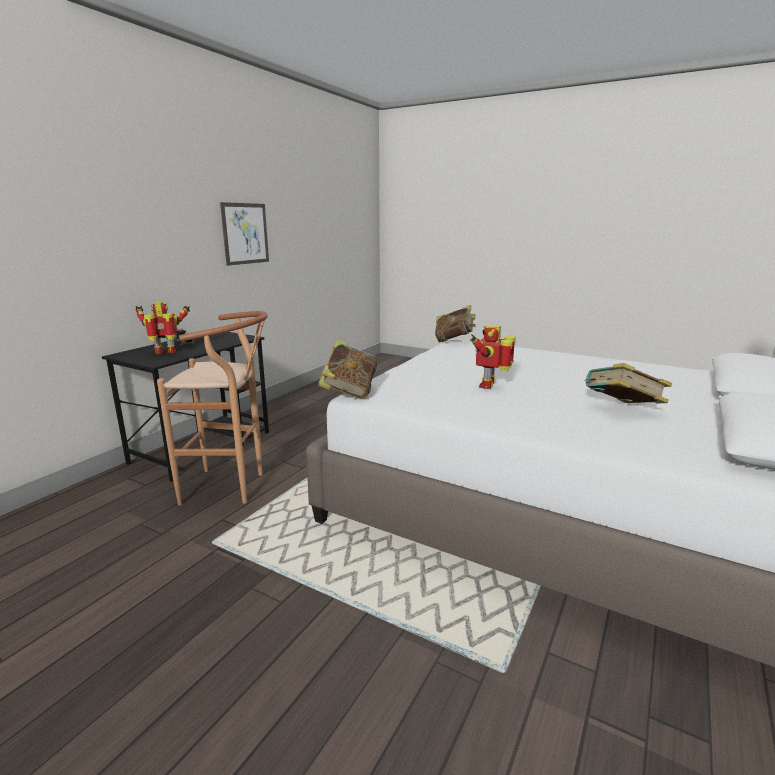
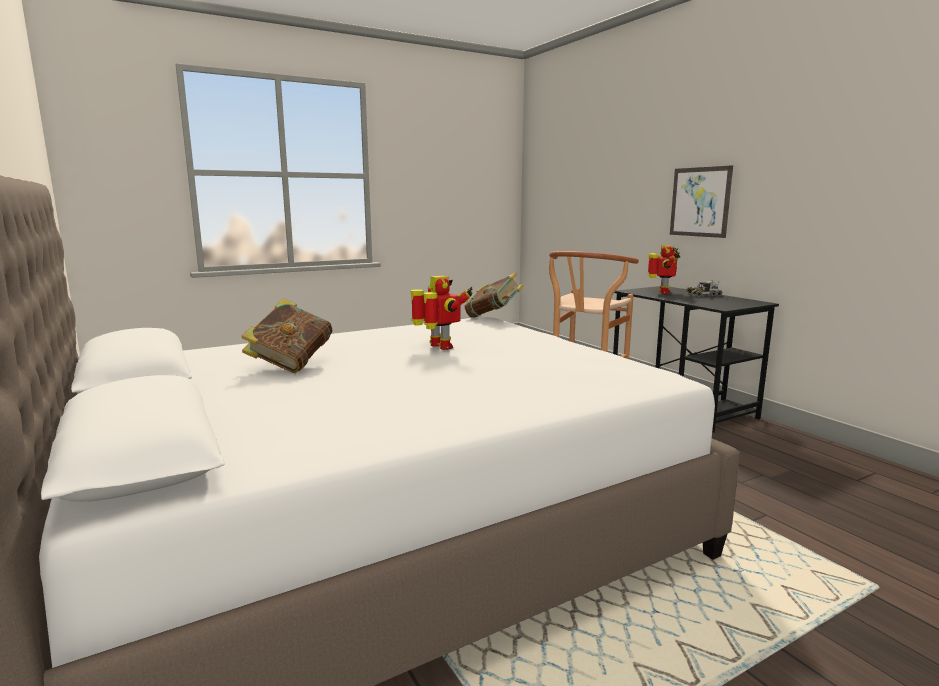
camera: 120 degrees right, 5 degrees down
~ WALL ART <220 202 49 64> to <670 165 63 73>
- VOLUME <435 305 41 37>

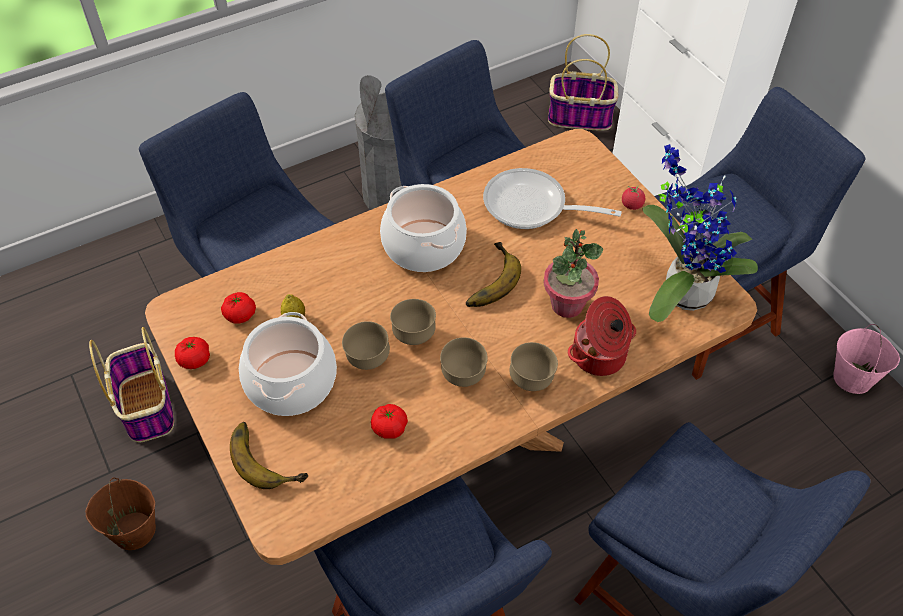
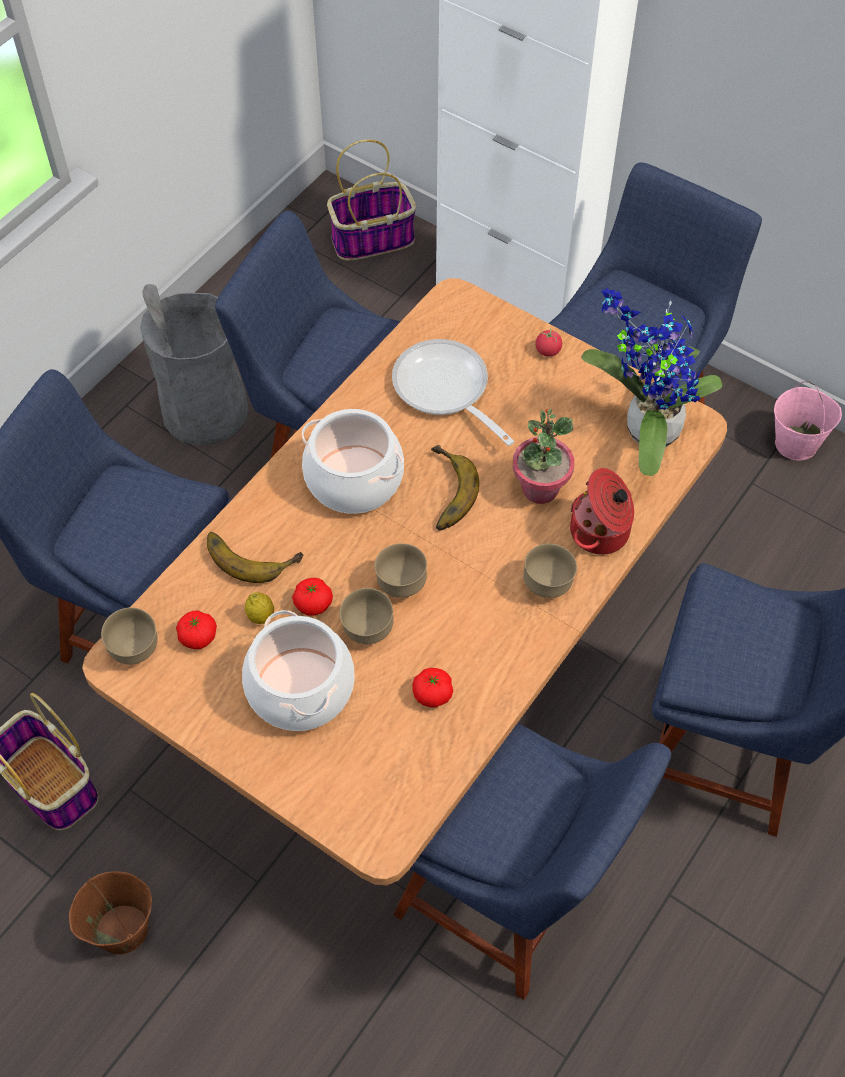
camera: 25 degrees left, 5 degrees up
~ BROWN DEEP DISH <440 337 48 50> to <101 607 57 58>
~ BANANA <230 422 78 67> to <207 532 96 51>
~ TOMATO <175 337 35 32> to <292 578 41 38>
~ SKILLET <483 168 139 61> = <392 339 122 107> 60 degrees clockwise

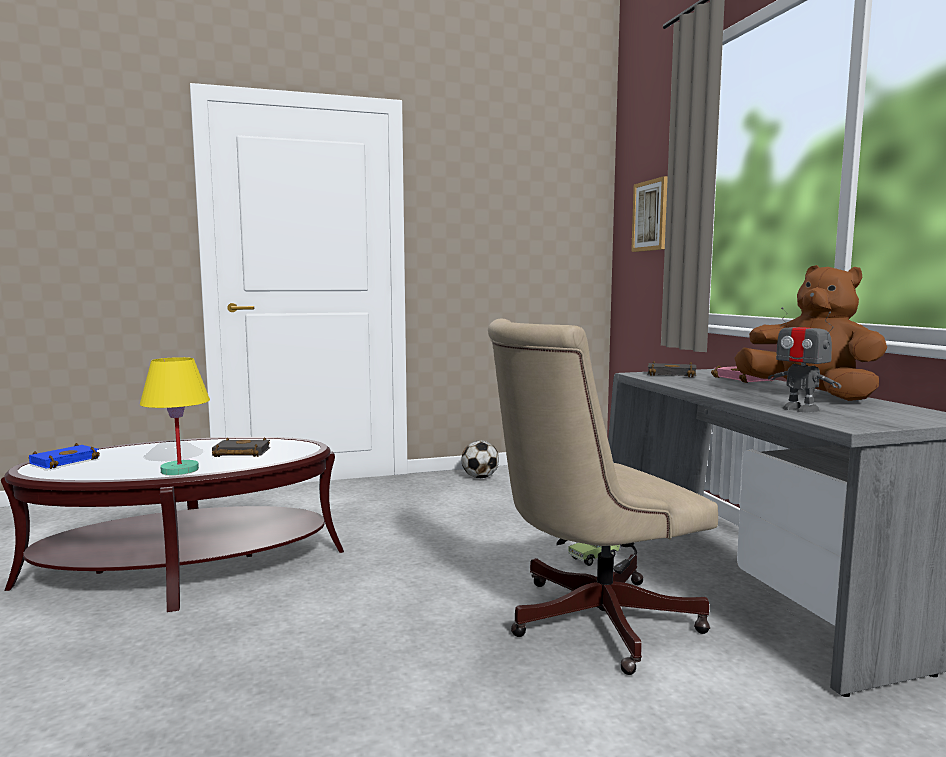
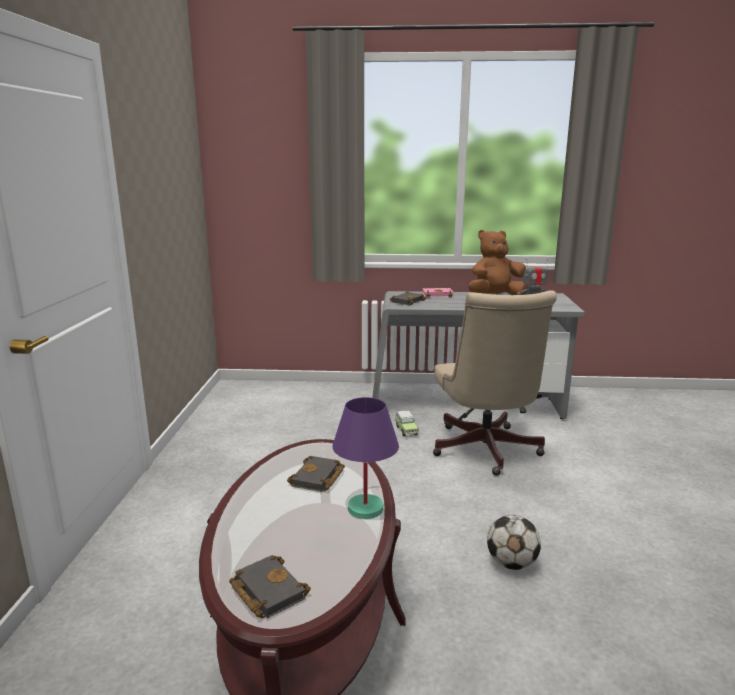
camera: 70 degrees left, 10 degrees up
~ BLUE VOLUME <28 443 72 26> to BLACK-COLOURED VOLUME <229 555 82 63>
~ YELLOW TABLE LAMP <140 357 70 118> to PURPLE-COLOURED TABLE LAMP <333 397 66 122>
~ BALL FOR FOOTBALL <461 440 38 38> to <487 515 54 55>
- WALL ART <631 176 37 76>

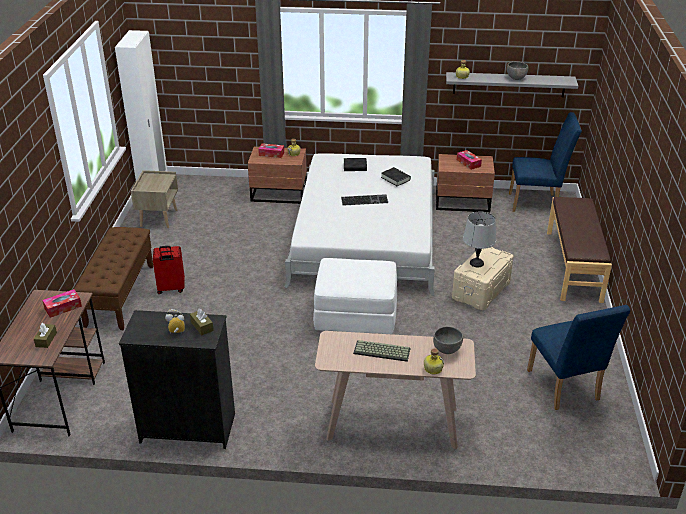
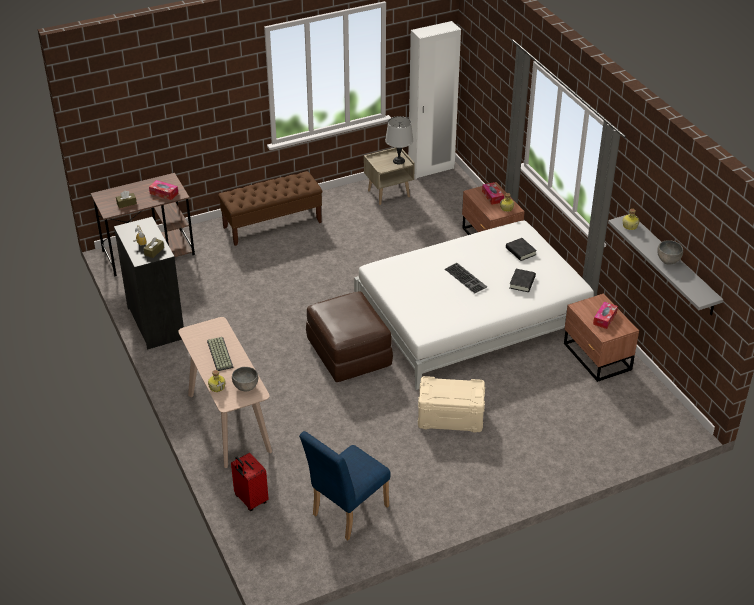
camera: 60 degrees right, 5 degrees up
~ REDDISH PIECE OF LUGGAGE <153 246 32 48> to <231 453 38 58>
~ WHITISH POUFFE <313 258 84 76> to BROWN POUFFE <306 291 87 91>
~ GREYISH TABLE LAMP <463 212 33 55> to <385 116 28 48>
- BLUE UPRIGHT CHAIR <509 112 73 100>
- BROWN BENCH <547 197 65 106>

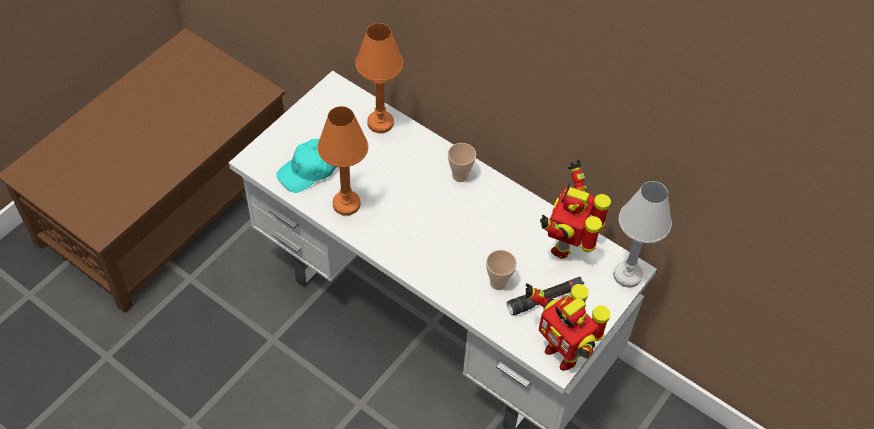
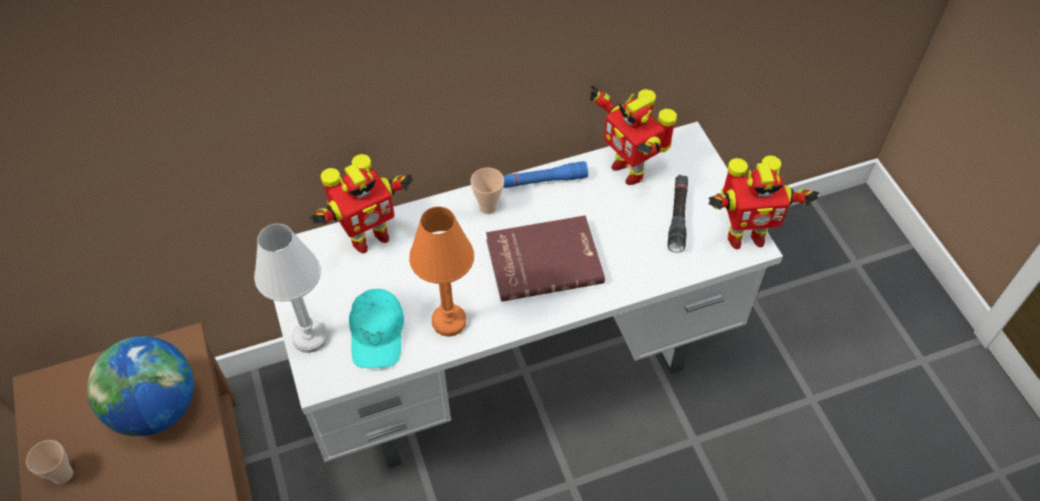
camera: 55 degrees left, 0 degrees up
~ DRINKING CUP <486 250 31 40> to <26 440 47 44>
+ GLOBE <87 336 107 101>
~ WHITISH TABLE LAMP <613 181 59 107> to <254 224 74 129>
~ ORANGEY TABLE LAMP <355 23 48 110> to MODEL ROBOT <310 154 104 99>
+ REDDISH VOLUME <486 216 119 86>
+ BLUE FLASHLIGHT <503 161 85 27>

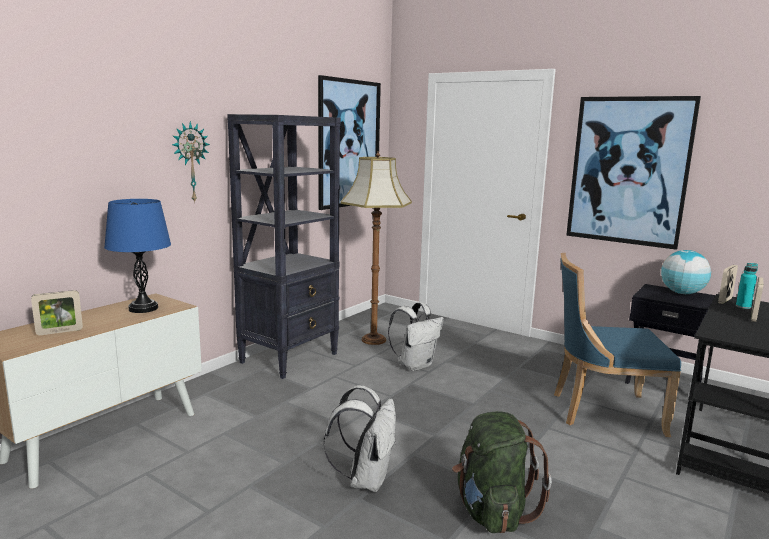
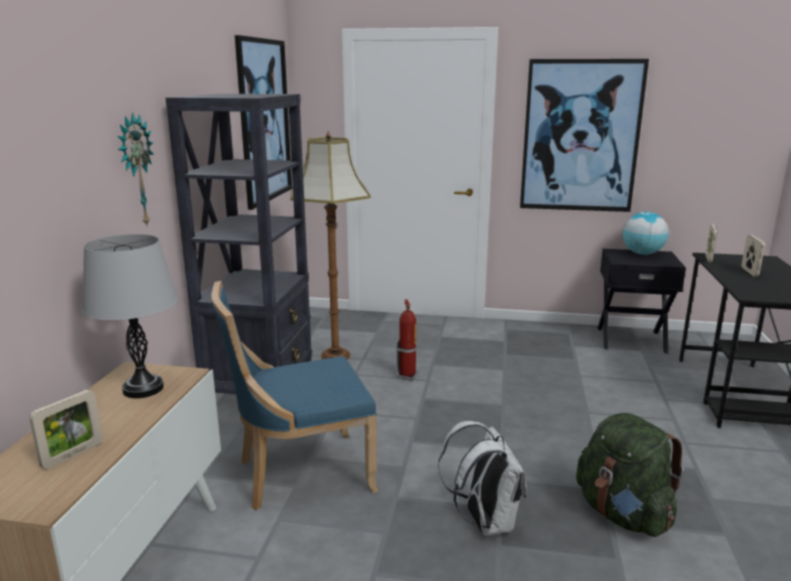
camera: 25 degrees left, 5 degrees up
~ BLUE TABLE LAMP <104 199 67 114> to GREYISH TABLE LAMP <83 234 94 164>
~ BLUE UPRIGHT CHAIR <554 253 127 184> to <212 281 166 229>
~ WHITISH RUCKSACK <388 302 56 69> to EXTINGUISHER <396 299 23 82>
- TURQUOISE-COLOURED DRINK BOTTLE <736 263 22 46>

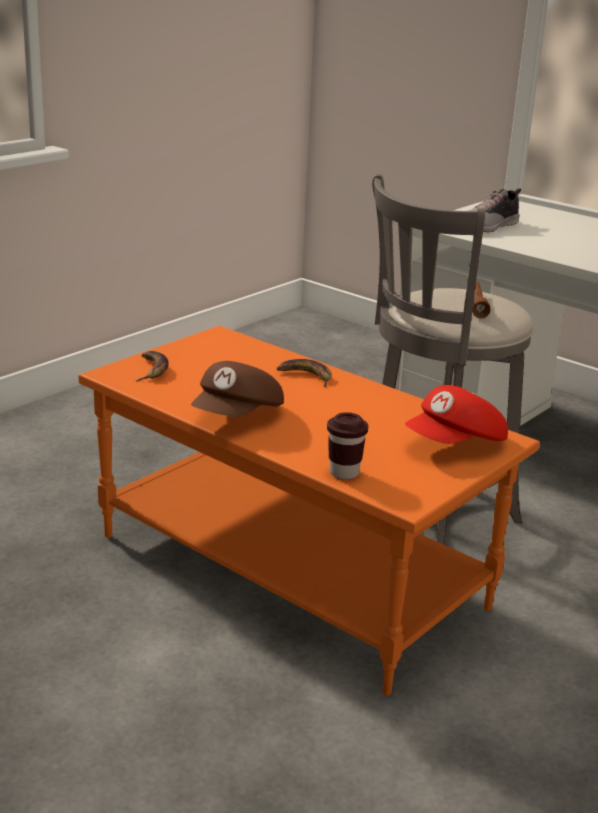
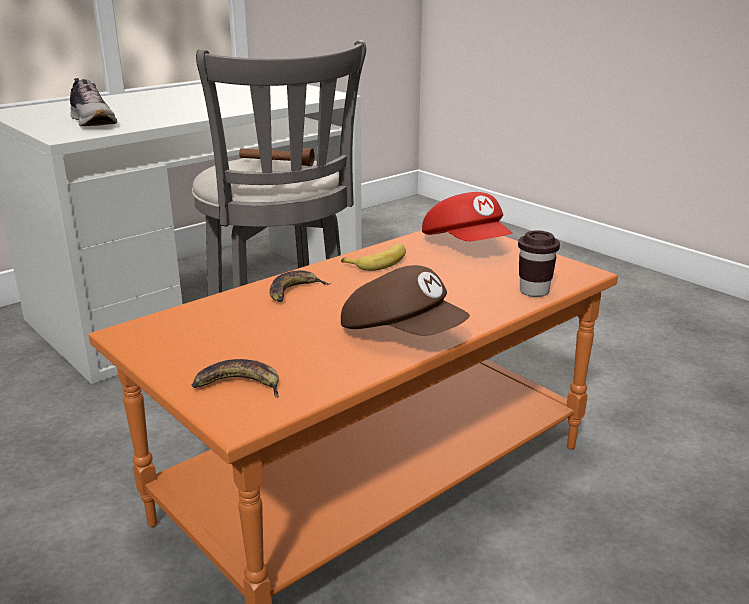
camera: 80 degrees left, 0 degrees up
+ BANANA <341 244 65 27>

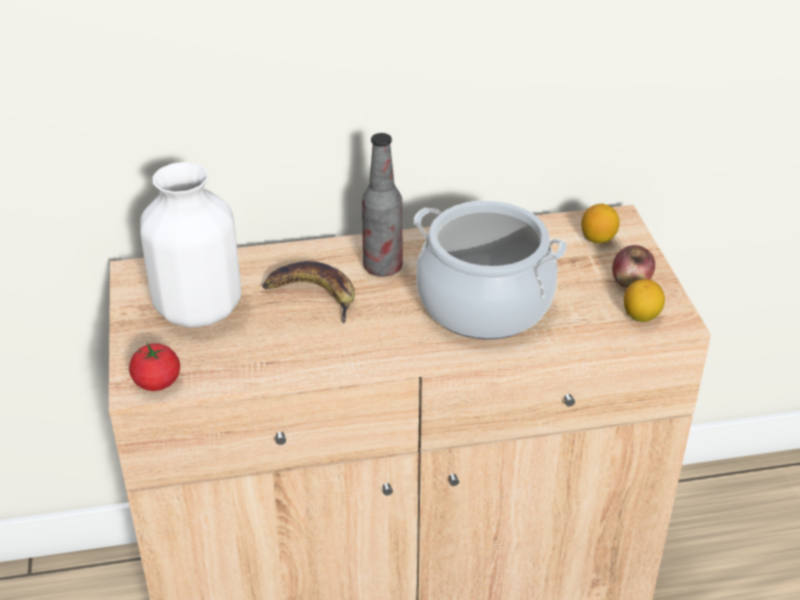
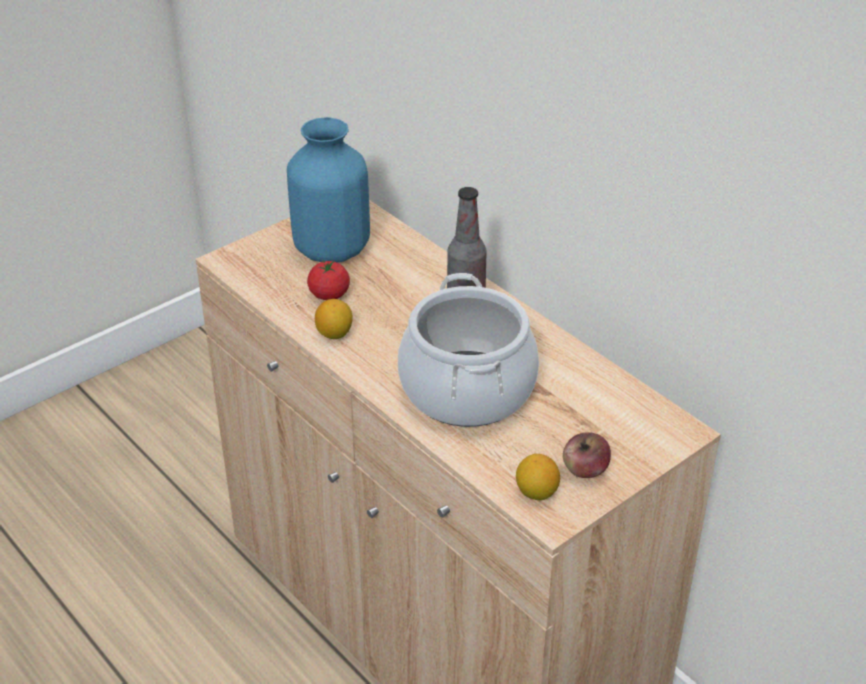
camera: 60 degrees right, 0 degrees up
~ WHITISH DECORATIVE VASE <140 162 101 166> to BLUE DECORATIVE VASE <287 117 83 145>
~ TOMATO <129 342 51 49> to <307 260 43 40>
~ WHOLE LEMON <581 204 39 40> to <315 299 38 40>
- BANANA <262 261 93 62>

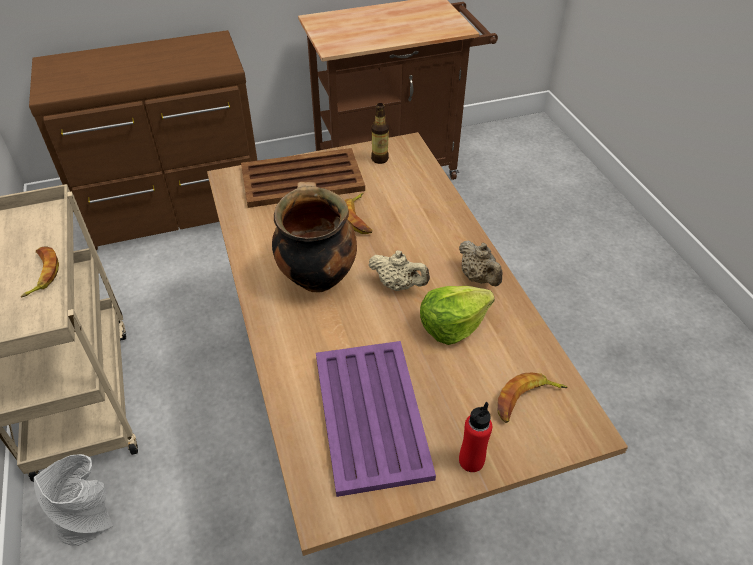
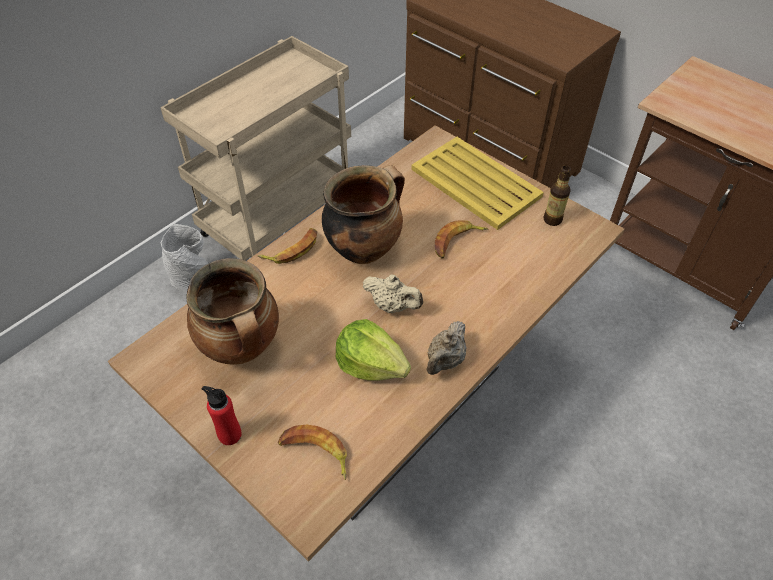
camera: 60 degrees right, 5 degrees up
~ PURPLE-COLOURED TRAY <316 341 120 156> to STOCKPOT <187 258 92 107>
~ BANANA <21 246 38 51> to <258 228 59 36>
~ SAND-COLOURED TEA POT <369 250 61 41> = <362 274 61 39> 60 degrees counterclockwise
~ BROWN TRAY <241 148 124 60> to YELLOW TRAY <411 137 133 93>

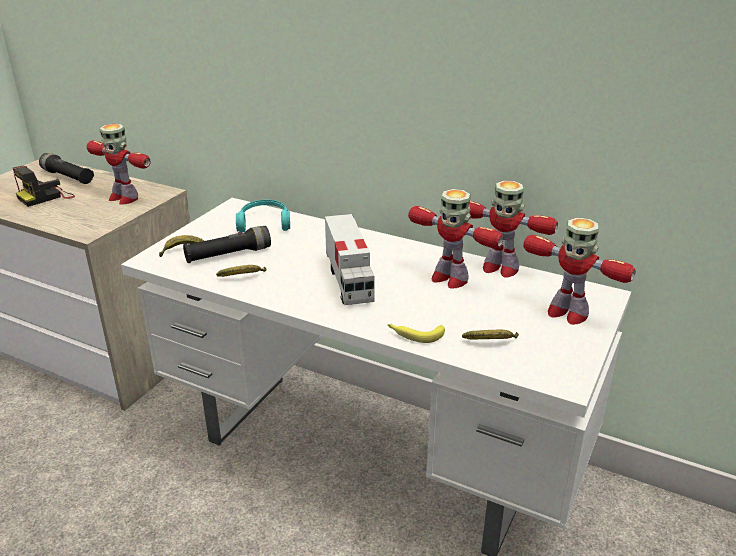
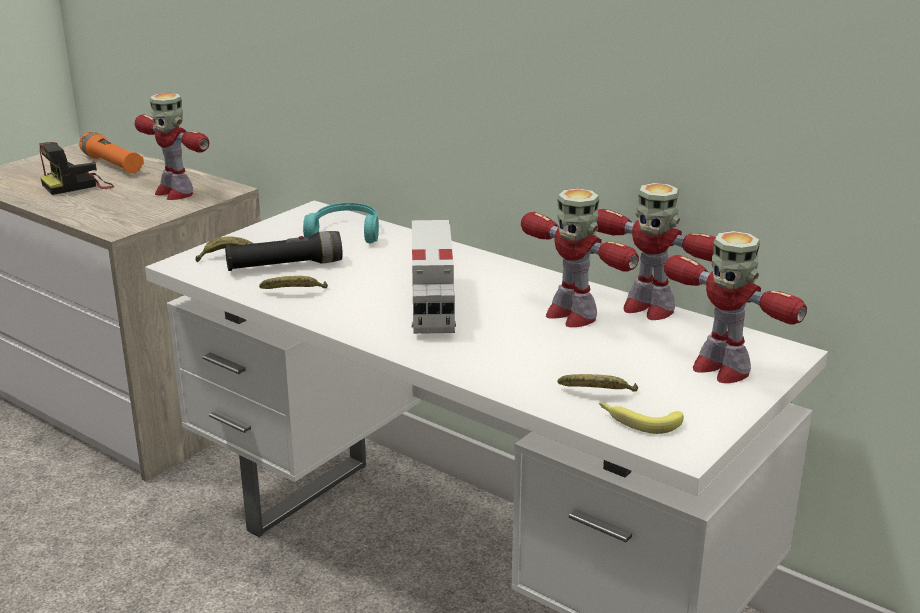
camera: 10 degrees right, 5 degrees down
~ BLACK-COLOURED FLASHLIGHT <39 153 55 31> to ORANGEY FLASHLIGHT <79 132 65 41>
~ BANANA <388 324 57 19> to <599 403 85 31>

